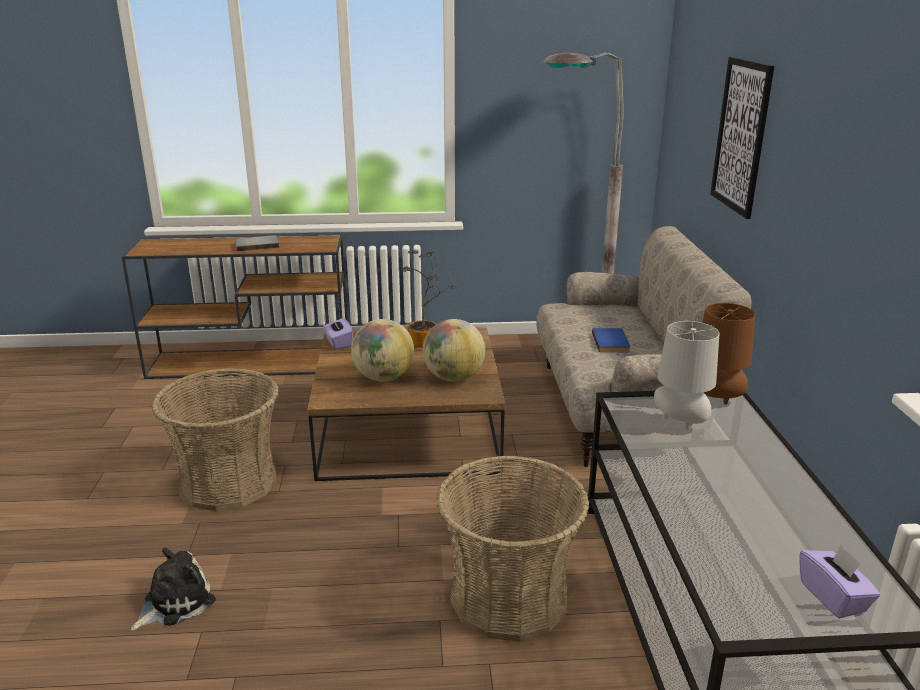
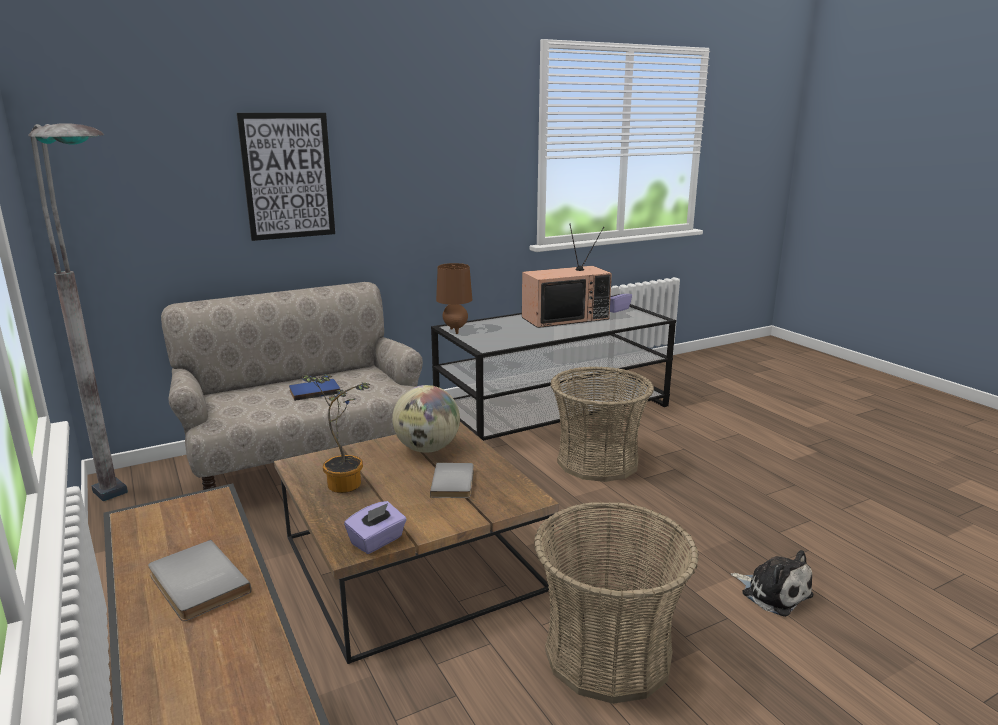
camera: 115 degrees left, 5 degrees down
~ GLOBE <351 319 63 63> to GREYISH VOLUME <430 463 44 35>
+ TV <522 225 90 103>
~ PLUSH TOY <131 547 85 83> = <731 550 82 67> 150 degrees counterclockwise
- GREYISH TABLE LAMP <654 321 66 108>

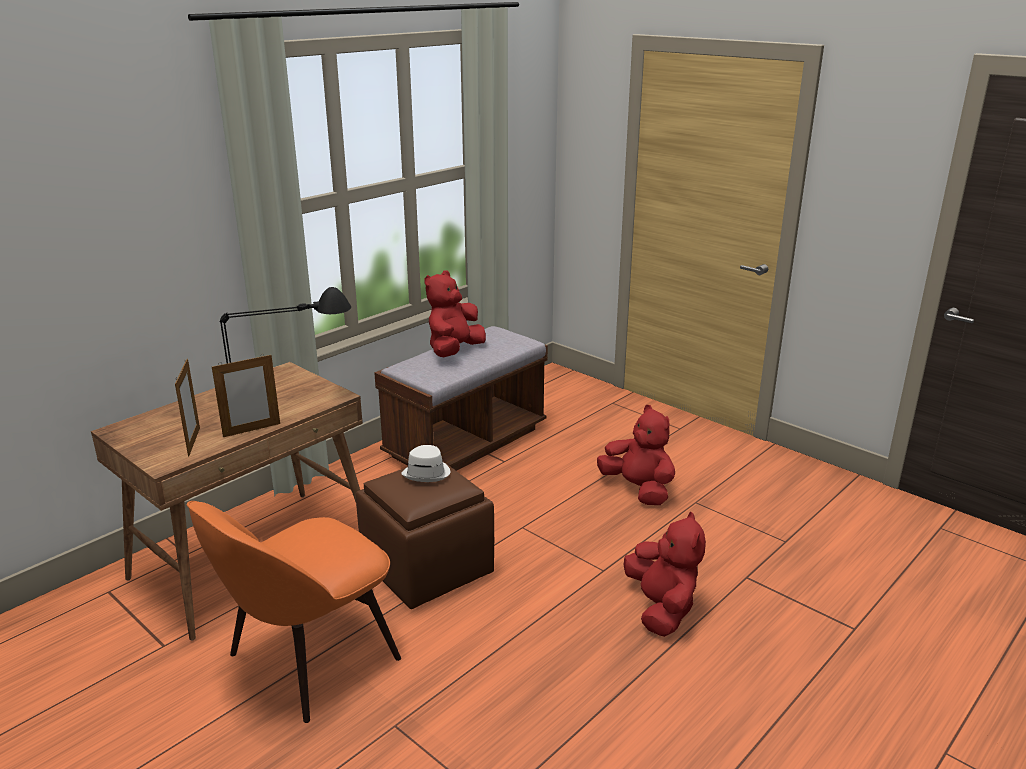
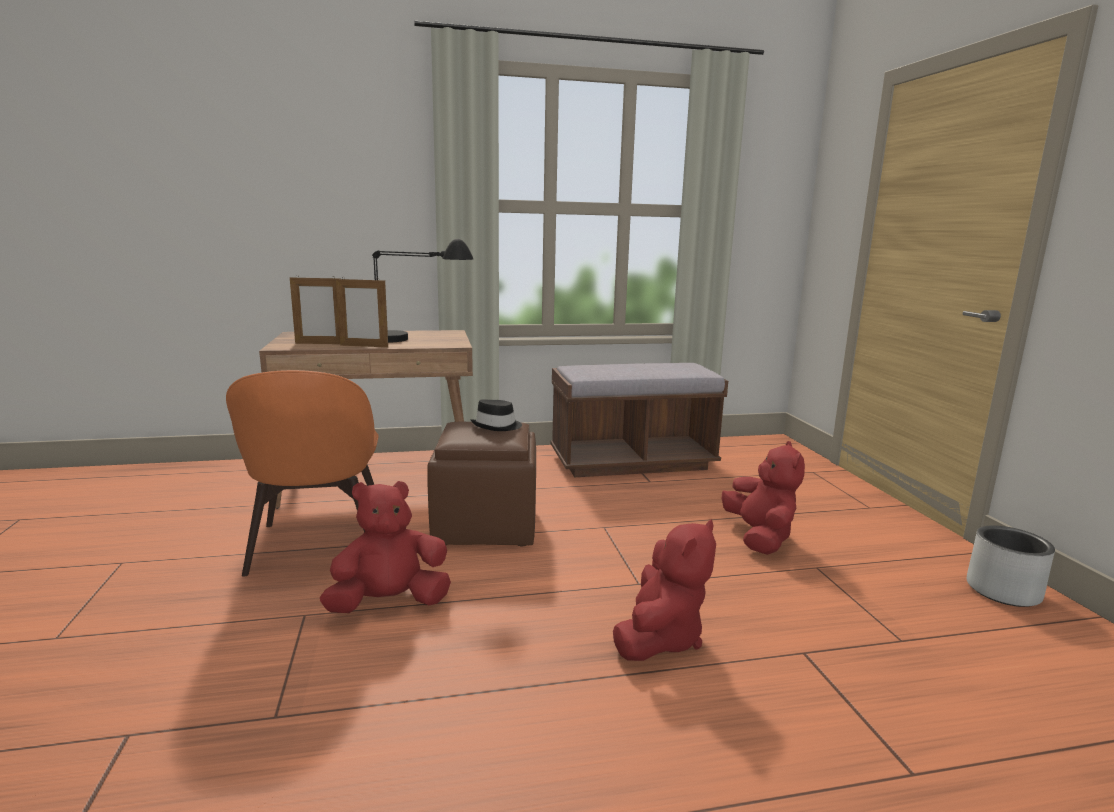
camera: 35 degrees right, 10 degrees down
~ ORANGEY UPRIGHT CHAIR <187 501 214 222> = <226 370 152 207> 90 degrees counterclockwise
~ PICTURE FRAME <175 359 25 97> = <290 275 51 69> 60 degrees clockwise
~ REDDISH PLUSH TOY <425 270 61 87> to <320 481 131 132>
~ WHITISH CLOTHING HAT <401 445 49 37> to BLACK-COLOURED CLOTHING HAT <471 400 51 31>
+ GREYISH PLANTER <967 525 88 82>

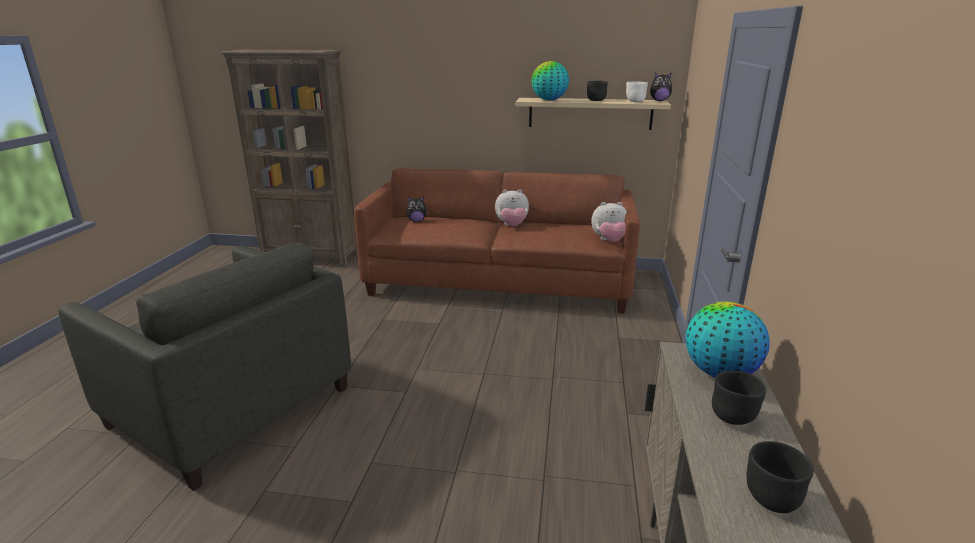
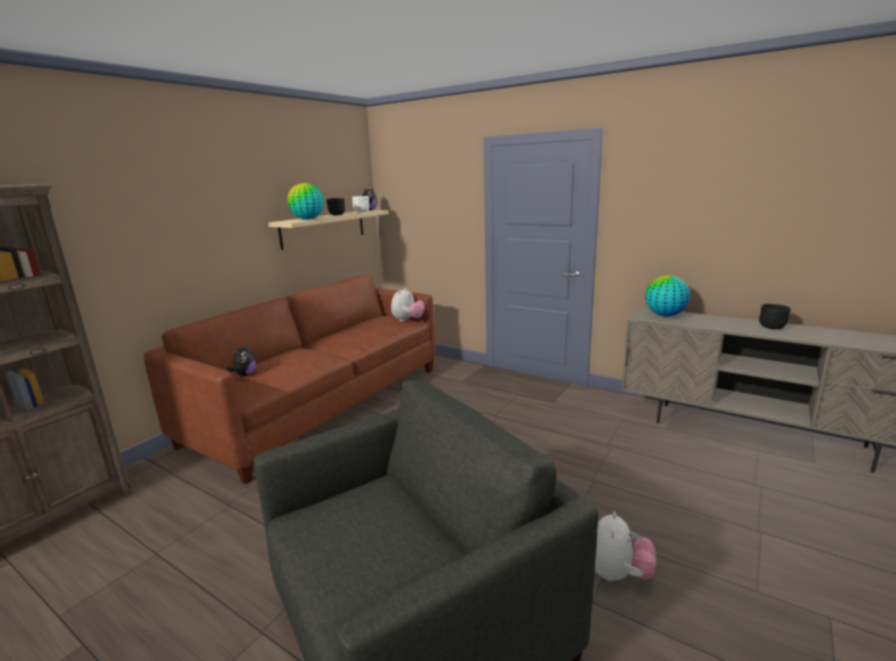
camera: 65 degrees left, 5 degrees down
~ PLUSH TOY <495 189 34 37> to <595 512 61 70>
- BLACK-COLOURED DEEP DISH <712 370 54 55>

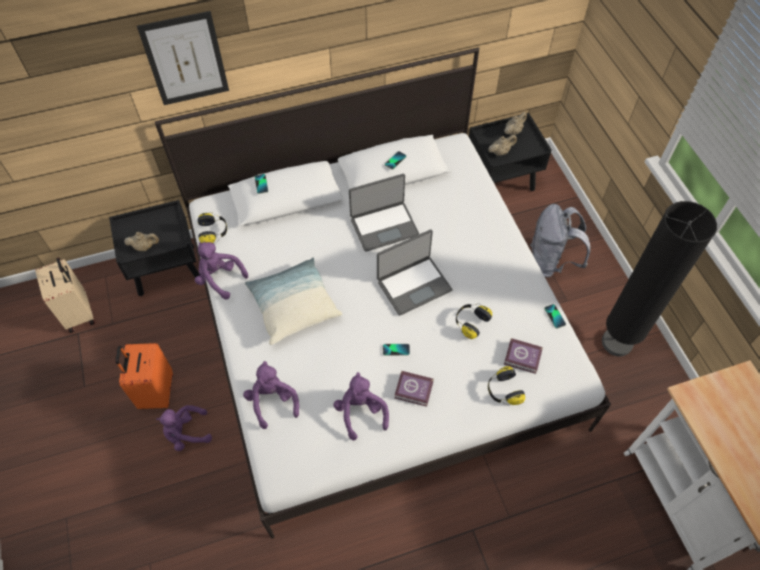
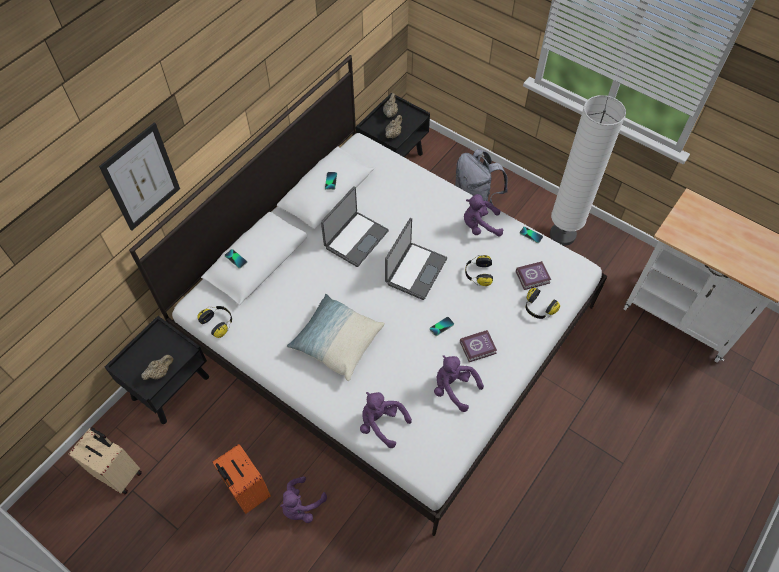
camera: 35 degrees left, 0 degrees up
~ PURPLE-COLOURED PLUSH TOY <195 242 53 57> to <464 194 39 43>
~ BLACK-COLOURED STANDING LAMP <602 201 115 155> to WHITISH STANDING LAMP <550 95 76 151>

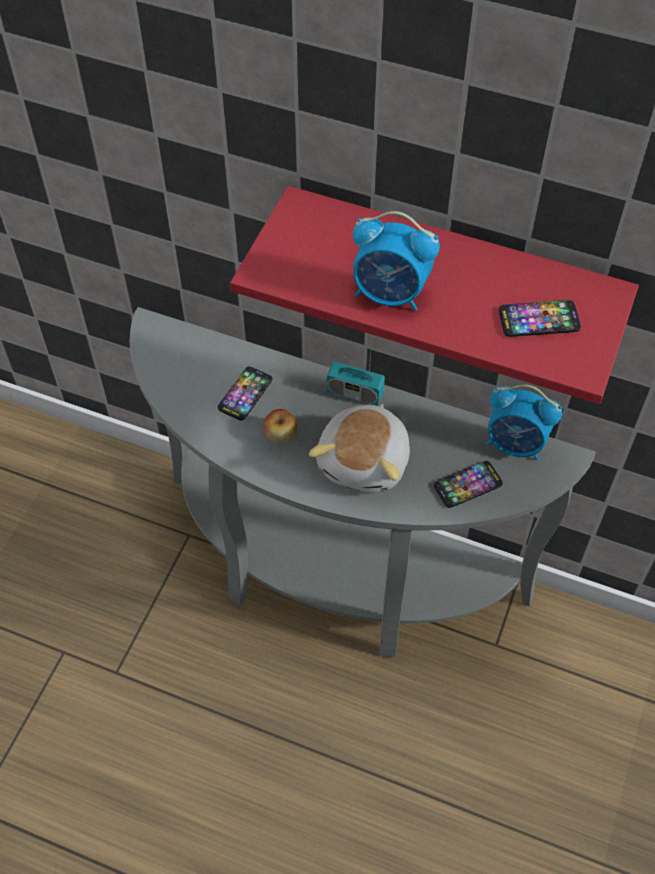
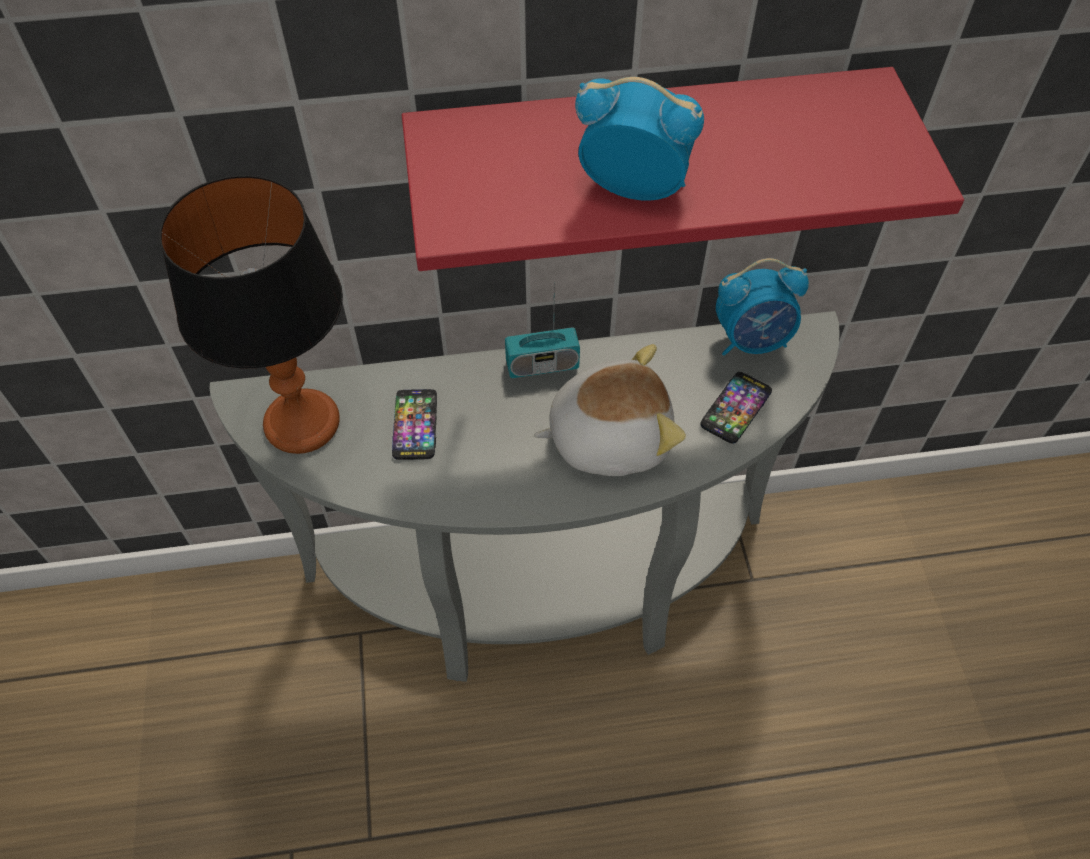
camera: 30 degrees left, 0 degrees up
+ TABLE LAMP <159 175 184 279>
~ PLUSH TOY <309 404 101 89> = <534 344 152 132> 90 degrees counterclockwise
~ TABLE CLOCK <353 211 87 100> = <575 77 129 124> 150 degrees counterclockwise
- APPLE <264 409 33 35>
- TELEPHONE <499 300 82 37>

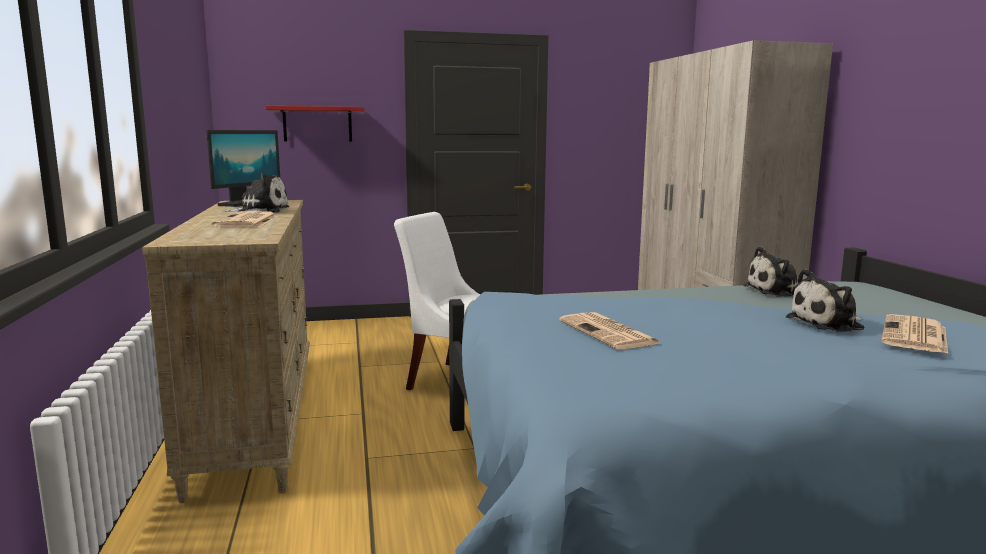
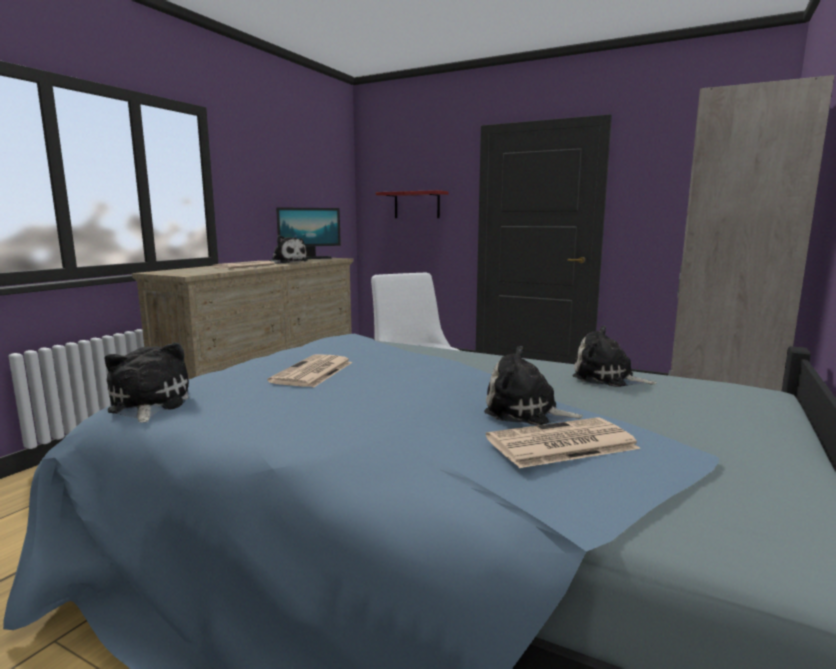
camera: 40 degrees right, 0 degrees up
+ PLUSH TOY <105 343 84 80>

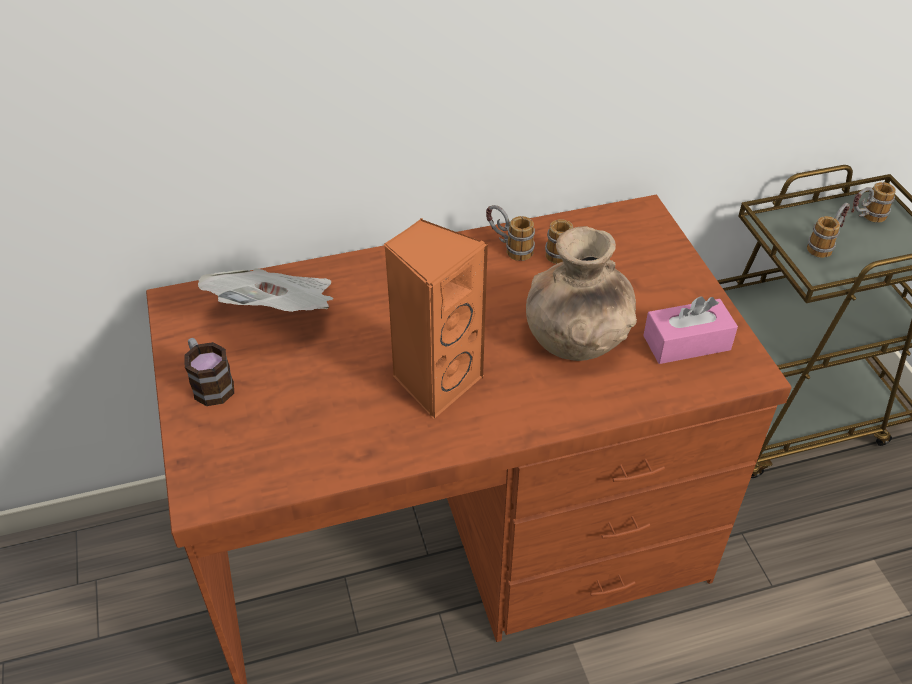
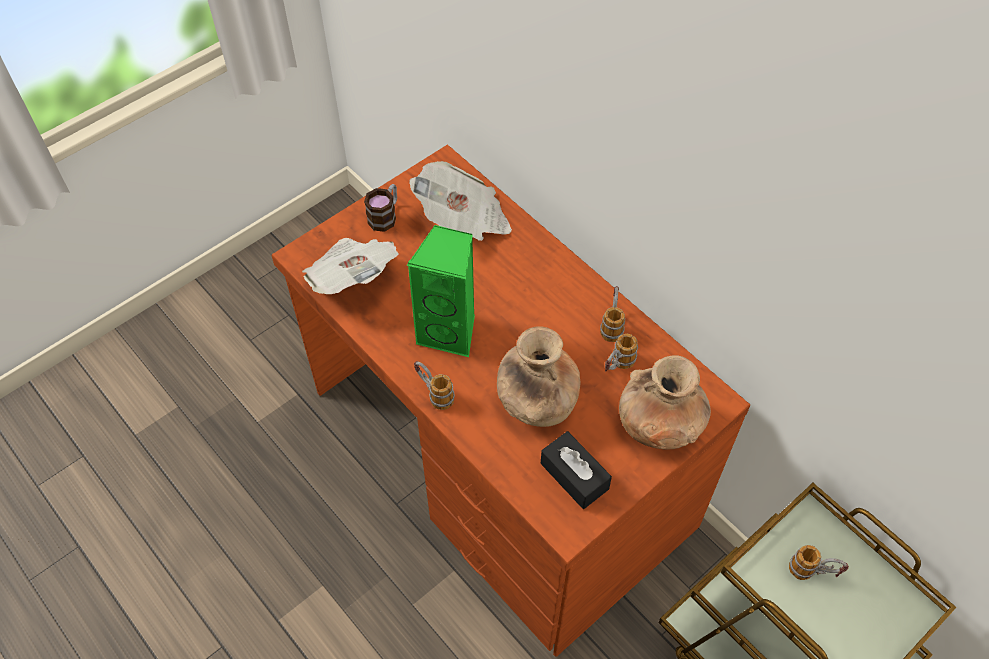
camera: 65 degrees right, 10 degrees up
+ PRINTED PAPER <302 238 97 56>
~ ORANGEY LOUDSPEAKER <384 218 104 201> to GREEN-COLOURED LOUDSPEAKER <406 225 69 132>
~ MUG <851 182 45 41> to <414 361 41 49>
~ PINKISH TISSUE HOLDER <643 296 95 68> to BLACK-COLOURED TISSUE HOLDER <541 431 71 78>
+ BROWN DECORATIVE VASE <619 355 92 94>

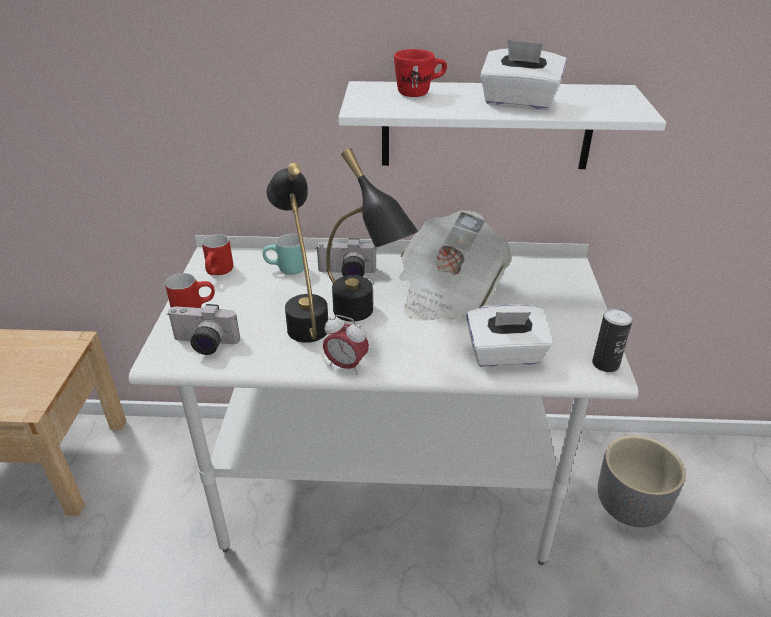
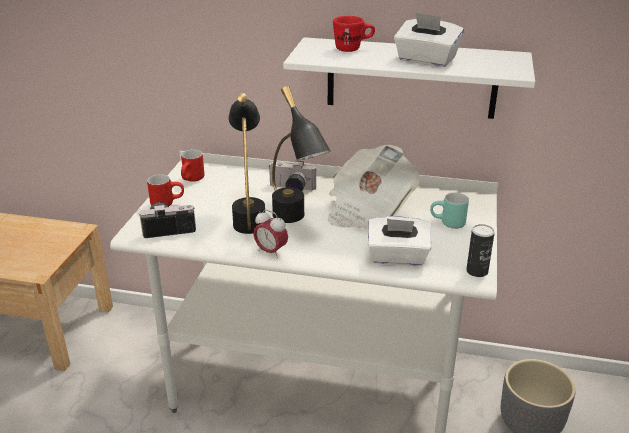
camera: 10 degrees right, 5 degrees down
~ PHOTO CAMERA <167 304 73 51> = <138 202 58 36> 150 degrees clockwise
~ TURQUOISE-COLOURED MUG <263 234 41 41> to <430 193 39 36>

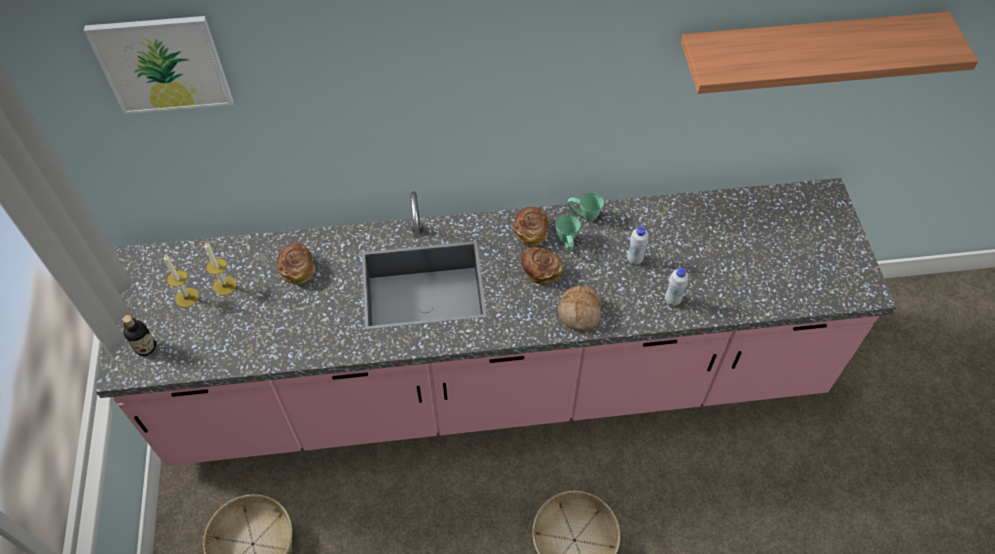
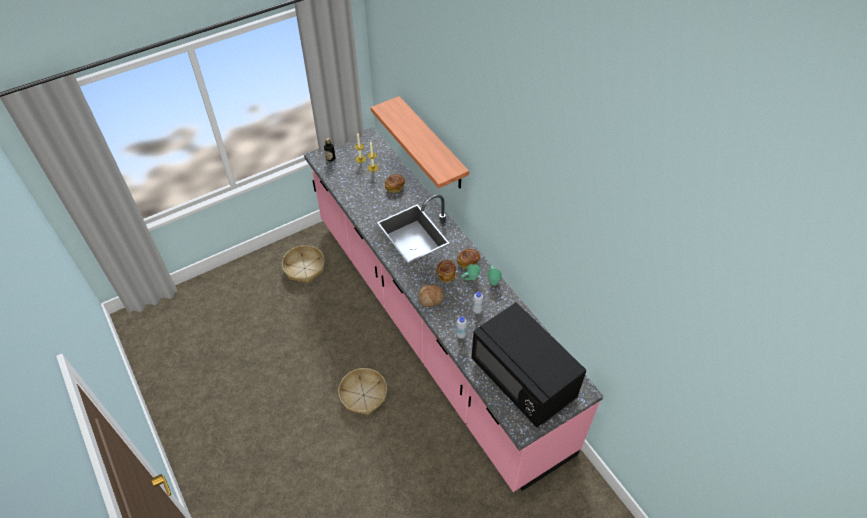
camera: 65 degrees right, 5 degrees down
~ SHELF <681 12 297 82> to <371 96 98 93>
+ BLACK-COLOURED MICROWAVE <471 302 115 125>
- WALL ART <84 16 149 98>

